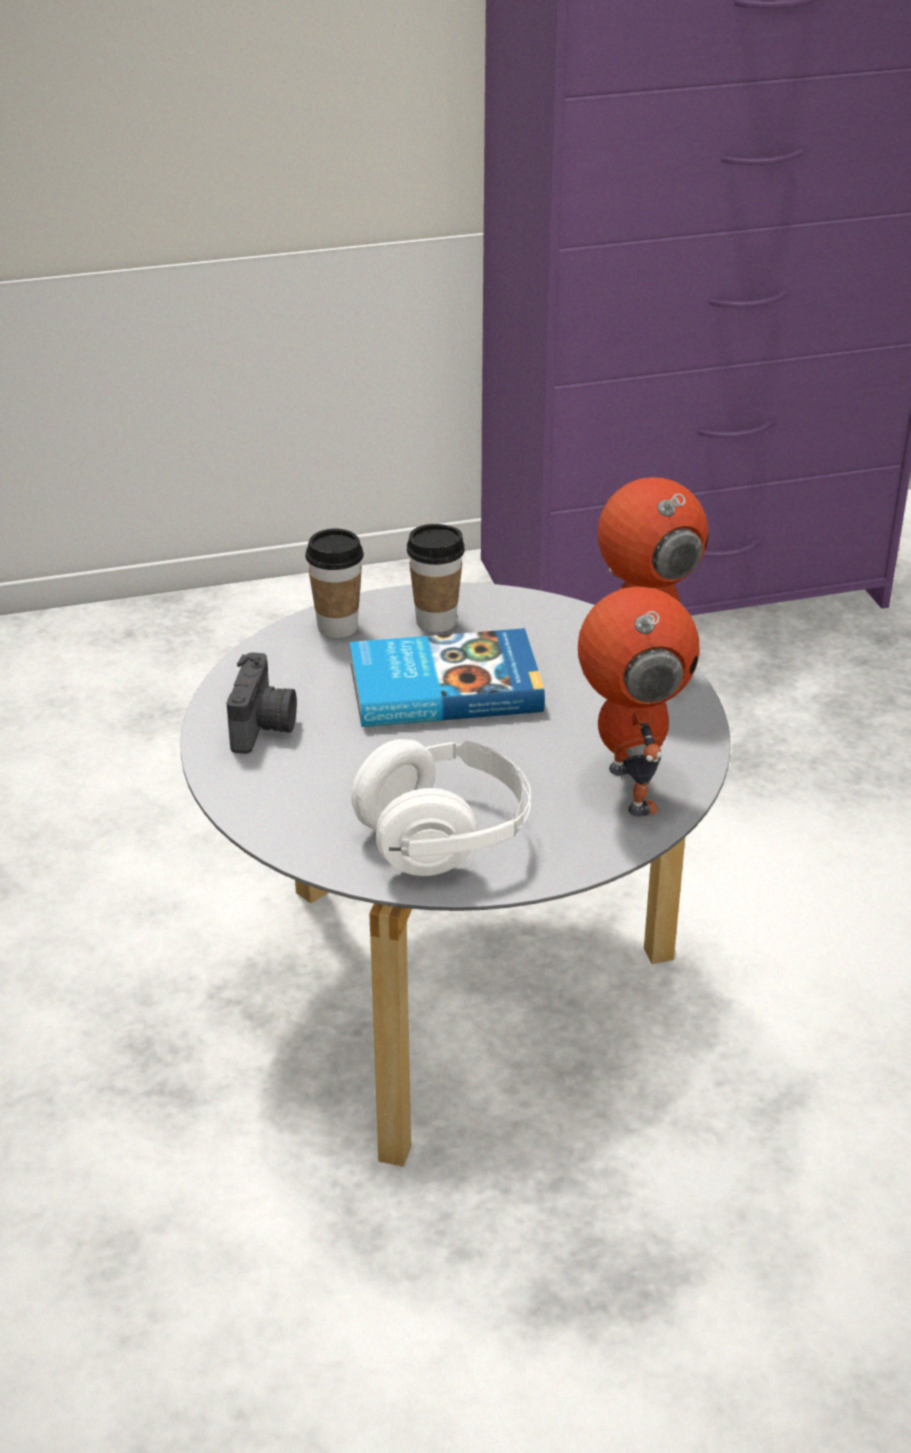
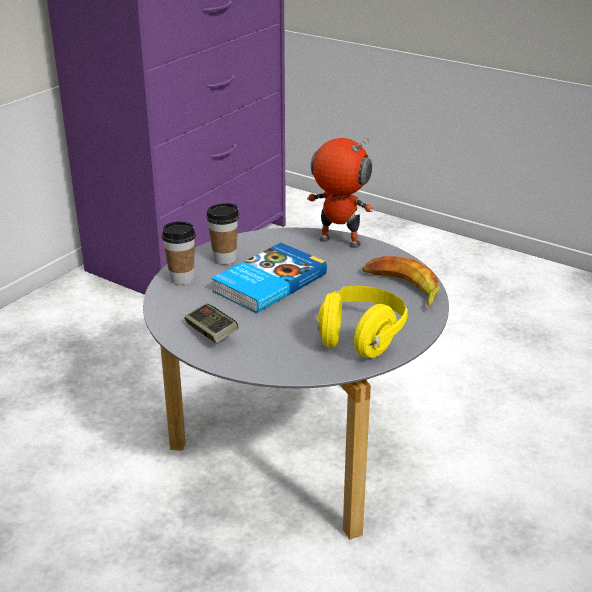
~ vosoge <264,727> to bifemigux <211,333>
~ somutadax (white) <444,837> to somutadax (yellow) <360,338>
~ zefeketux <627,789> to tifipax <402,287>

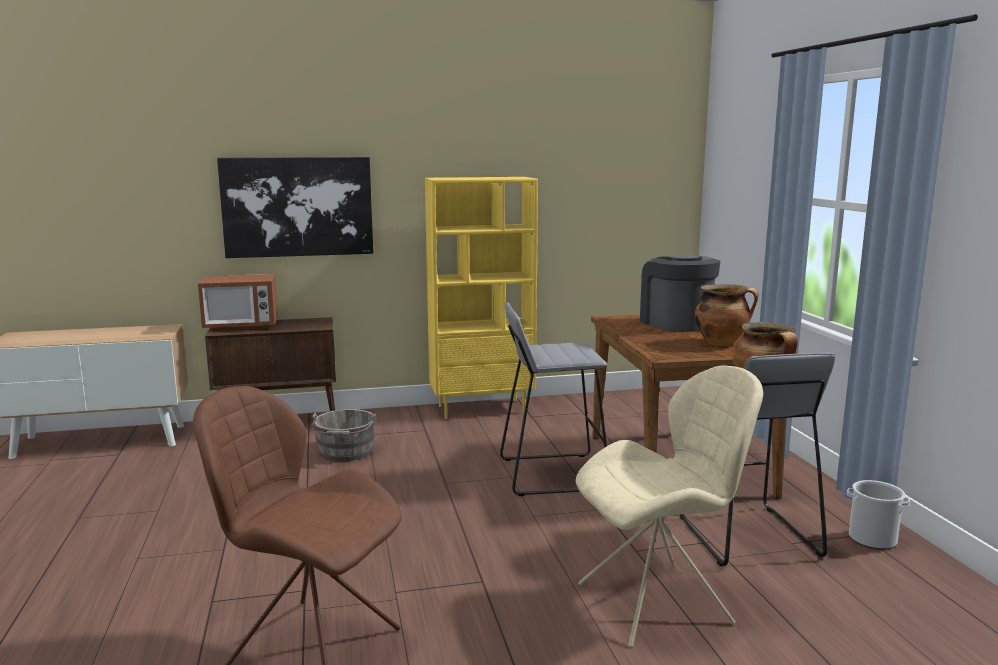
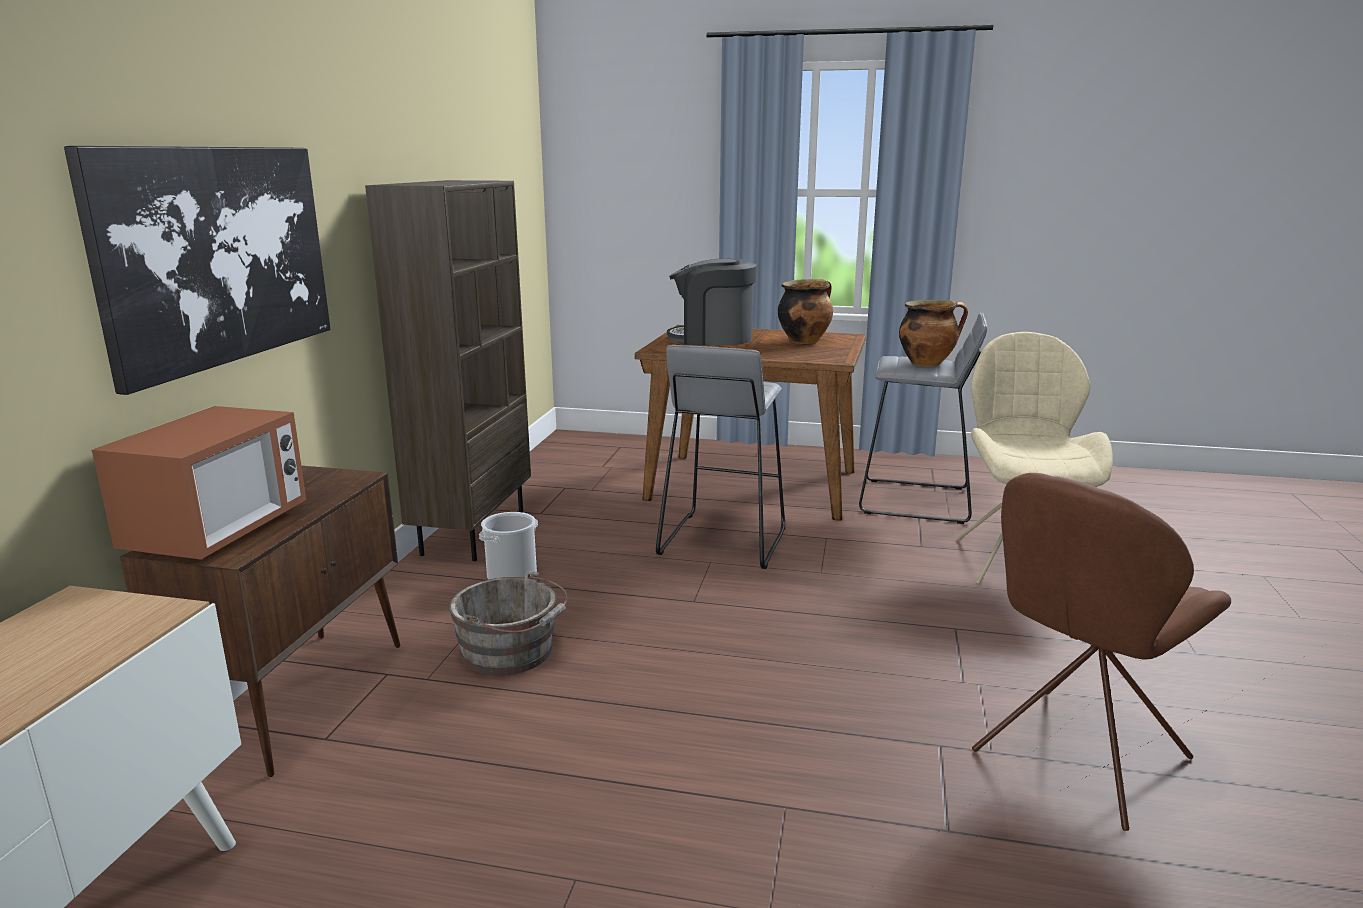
~ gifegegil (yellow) <482,409> to gifegegil (brown) <473,532>
~ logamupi <872,539> to <512,576>

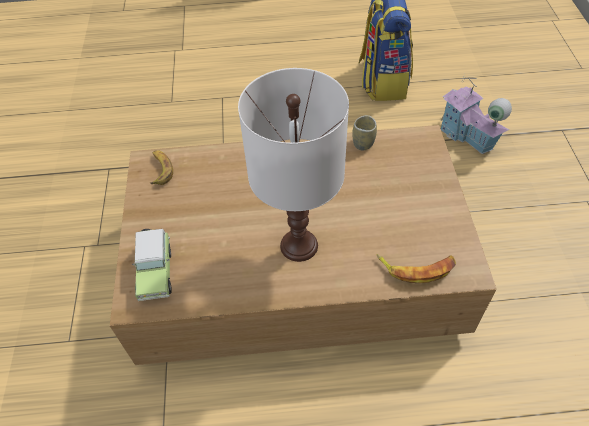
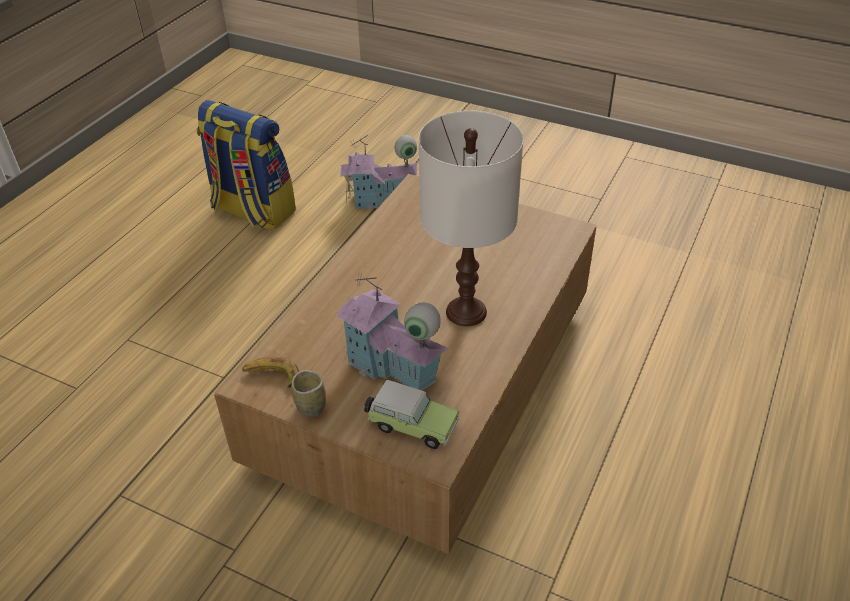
~ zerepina <363,143> to <311,407>
+ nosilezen <391,367>
- tifipax <417,268>

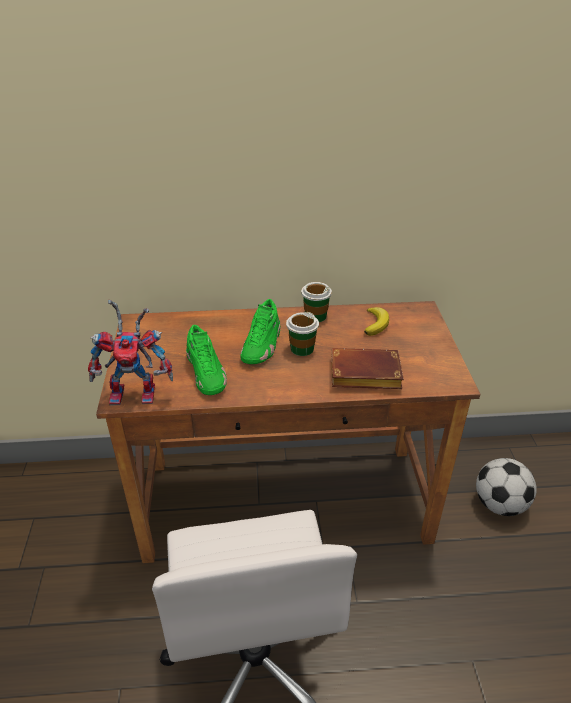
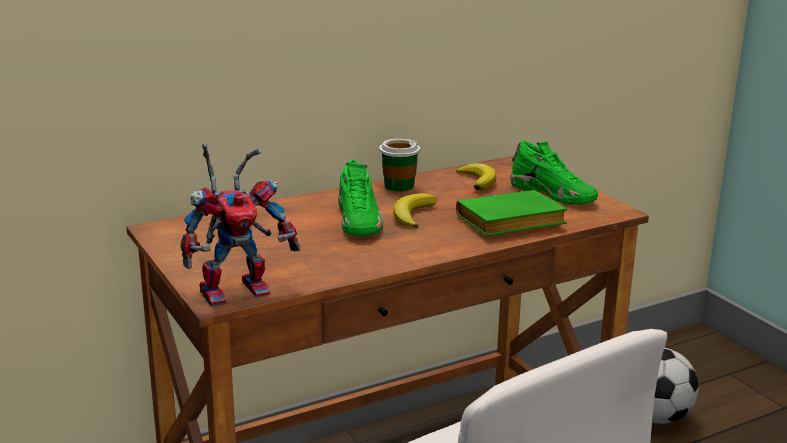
~ zerepina <302,349> to tifipax <412,215>
~ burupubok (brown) <363,375> to burupubok (green) <509,223>
~ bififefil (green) <206,373> to <553,193>

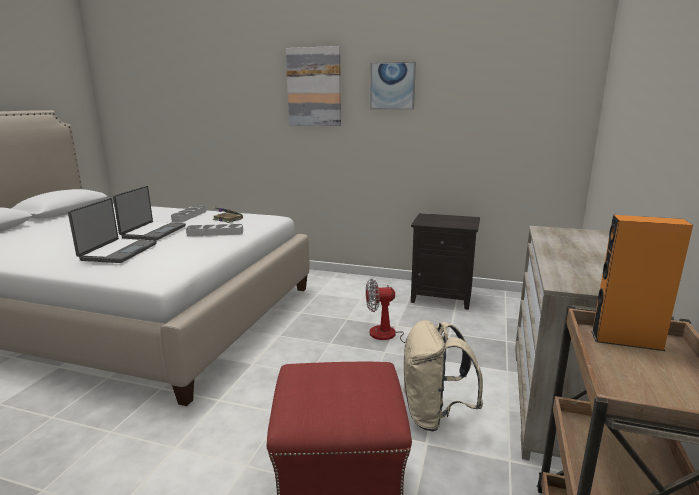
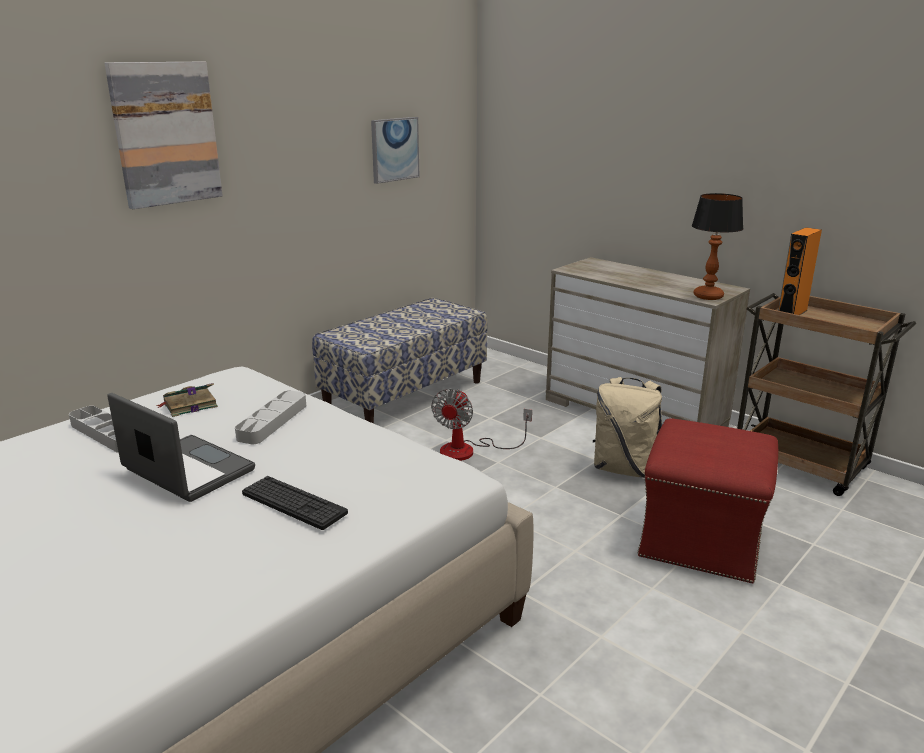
~ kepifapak <118,252> to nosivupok <294,503>
~ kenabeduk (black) <442,296> to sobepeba <405,395>
~ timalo <392,86> to <394,149>
+ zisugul <708,296>

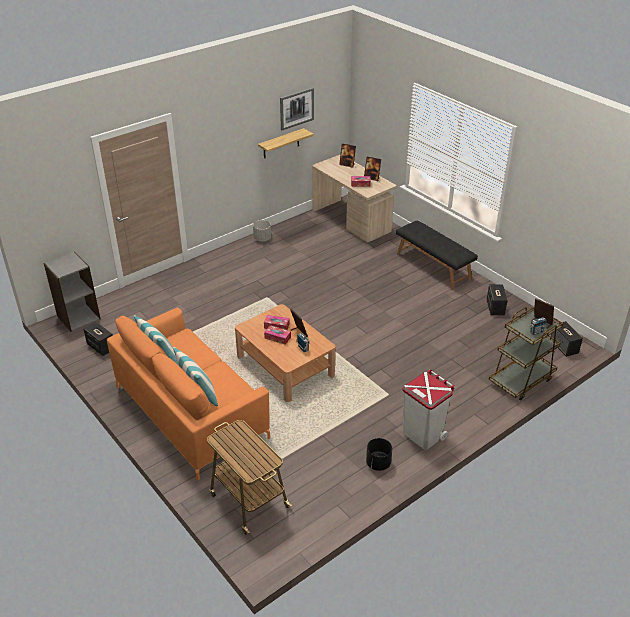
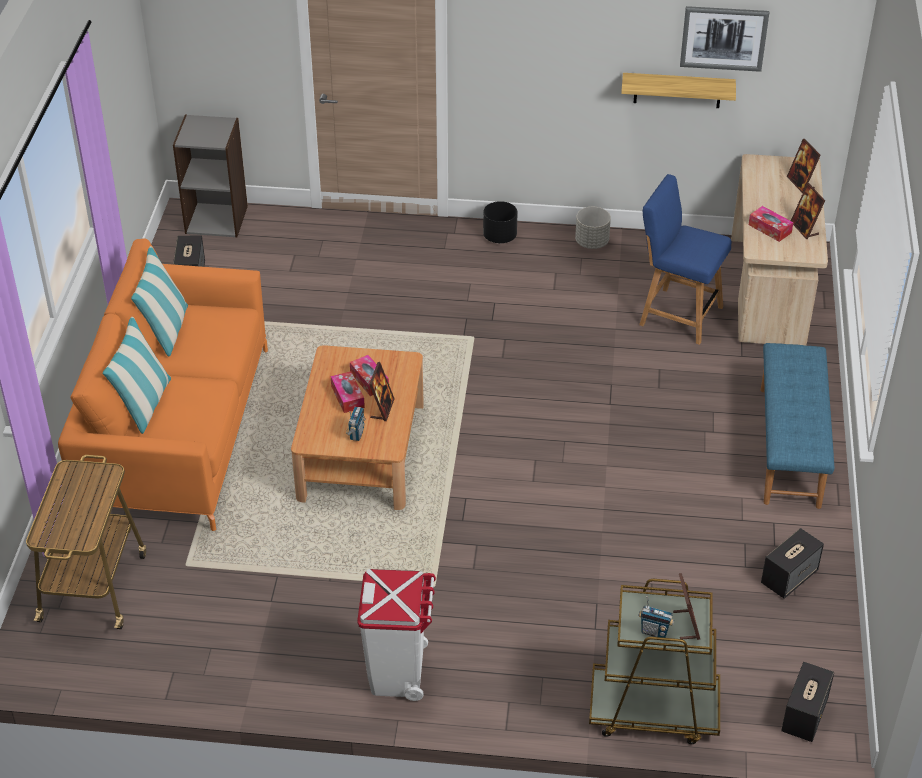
~ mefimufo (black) <378,463> to <499,237>
+ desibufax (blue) <677,314>
~ sobepeba (black) <433,266> to sobepeba (blue) <790,446>

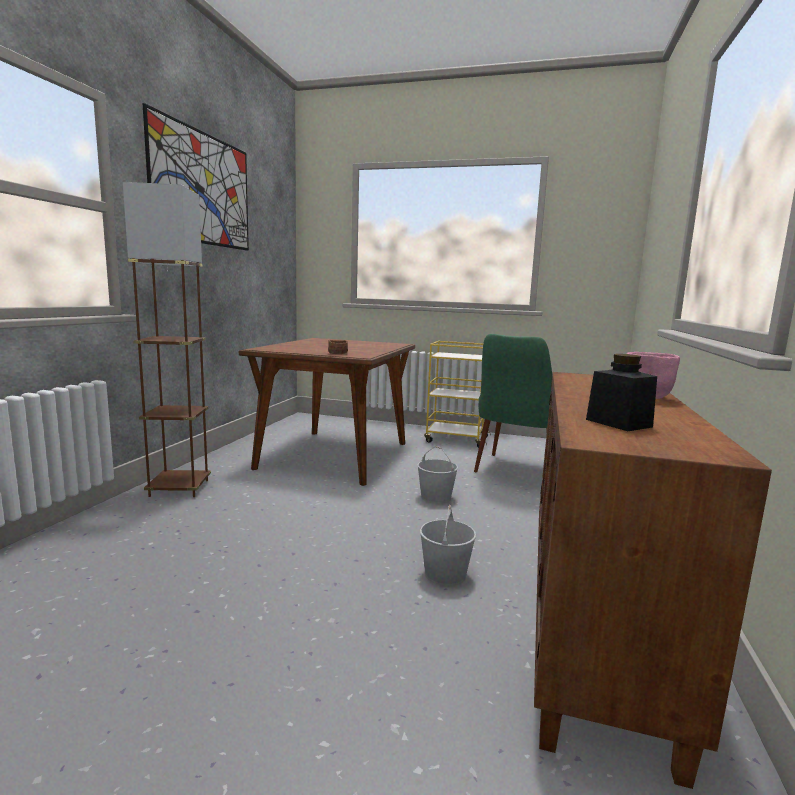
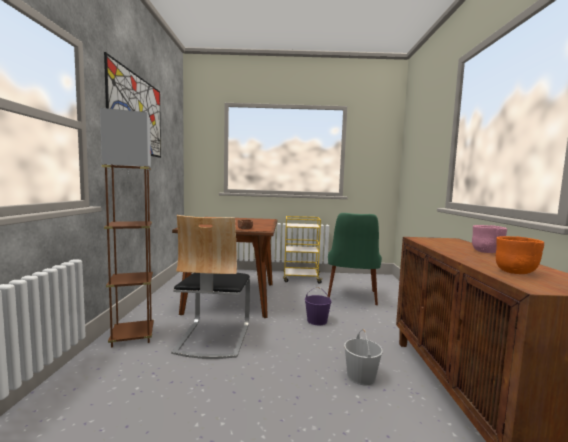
+ desibufax <213,337>
~ logamupi (white) <435,497> to logamupi (purple) <316,321>
~ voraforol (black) <618,423> to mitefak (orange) <516,272>

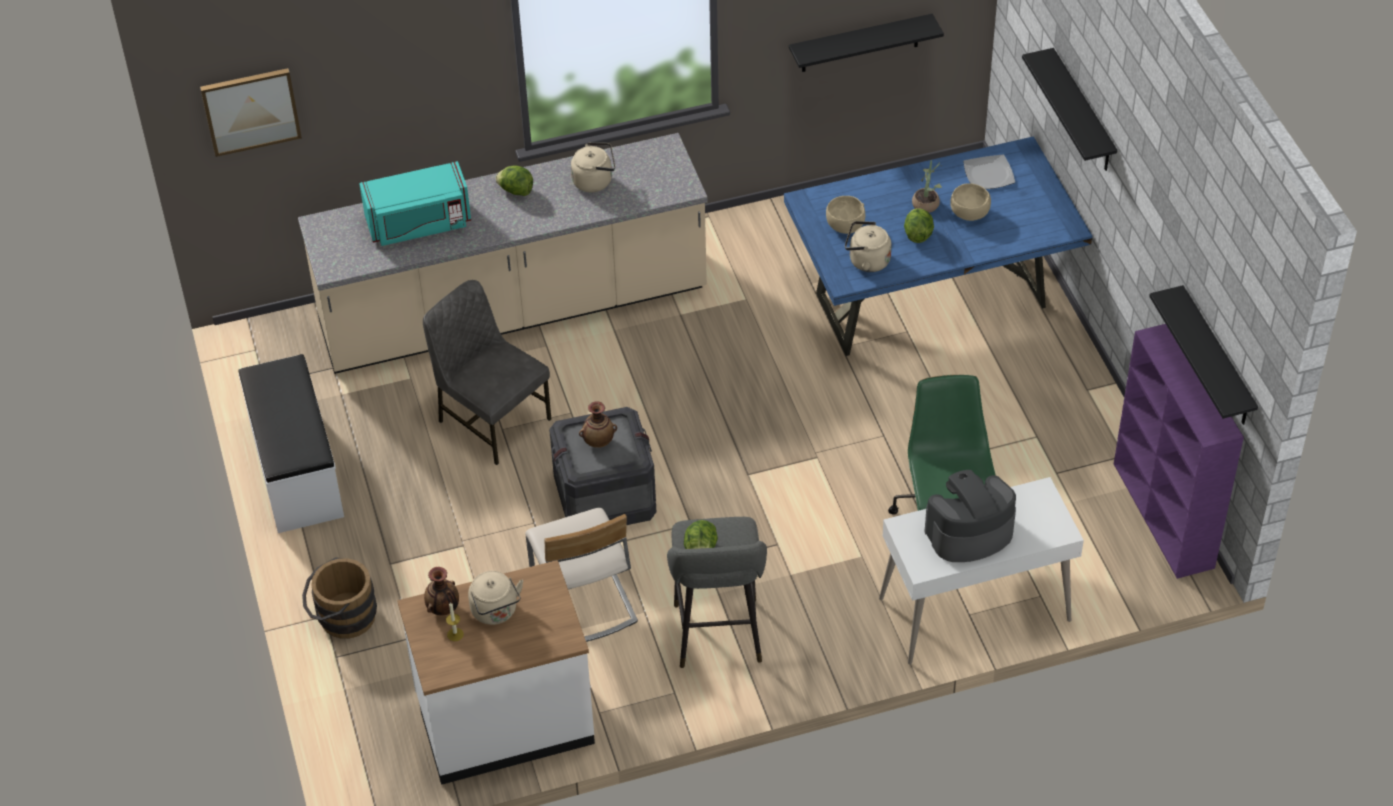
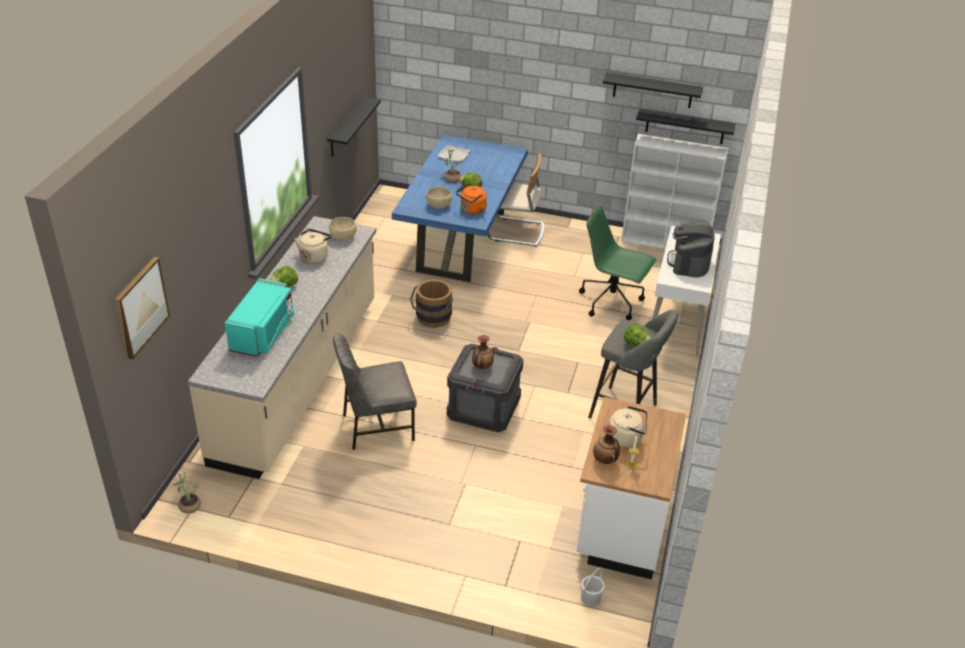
+ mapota <188,504>
~ mitefak (beige) <970,213> to <343,237>
~ logamupi (brown) <341,617> to <432,319>
~ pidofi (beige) <866,261> to pidofi (orange) <472,210>
~ desibufax (beige) <582,600> to <515,232>
+ logamupi (white) <590,598>
~ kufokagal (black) <1083,113> to <652,90>
~ gifegegil (purple) <1164,516> to gifegegil (white) <666,242>
- sobepeba (white) <295,470>

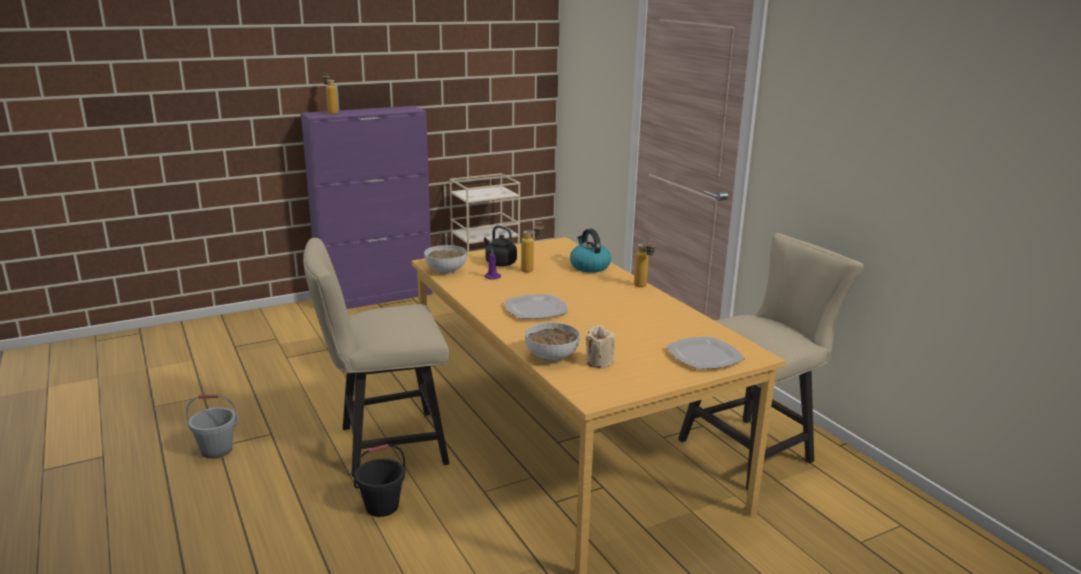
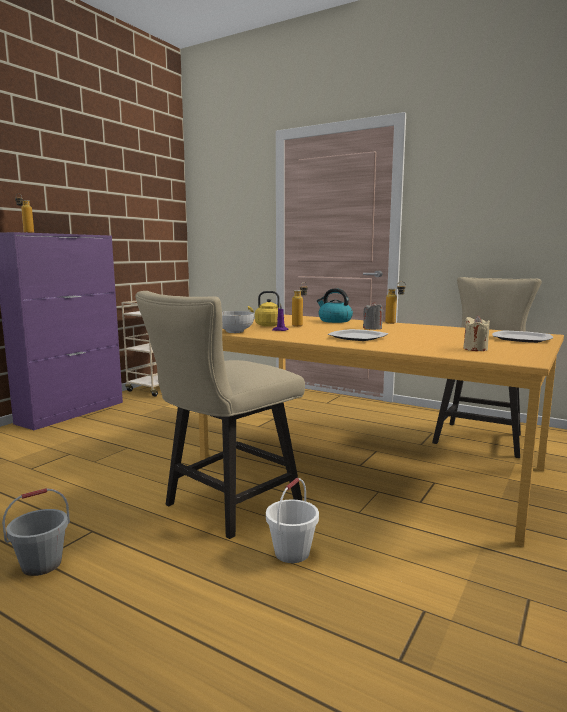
~ pidofi (black) <499,263> to pidofi (yellow) <267,325>
~ logamupi (black) <382,506> to logamupi (white) <291,552>
+ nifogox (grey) <372,328>
- mitefak <552,357>

